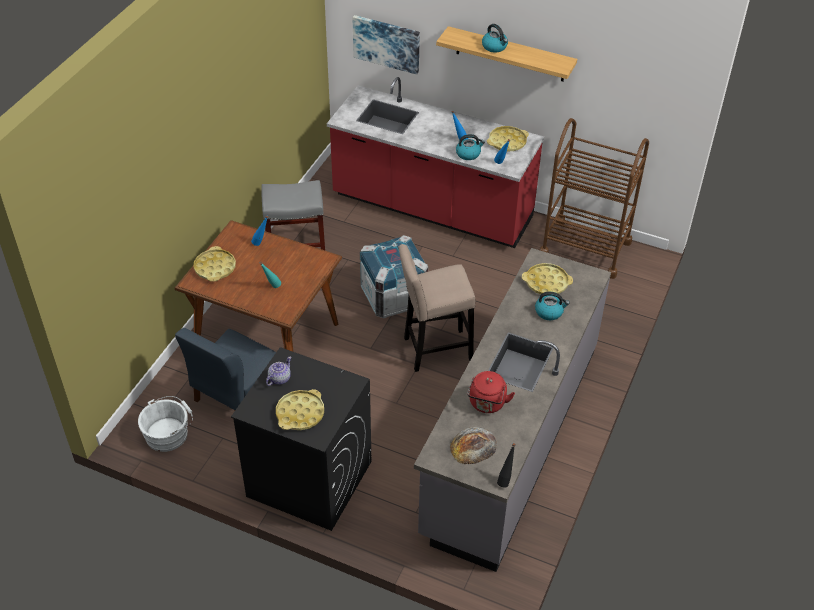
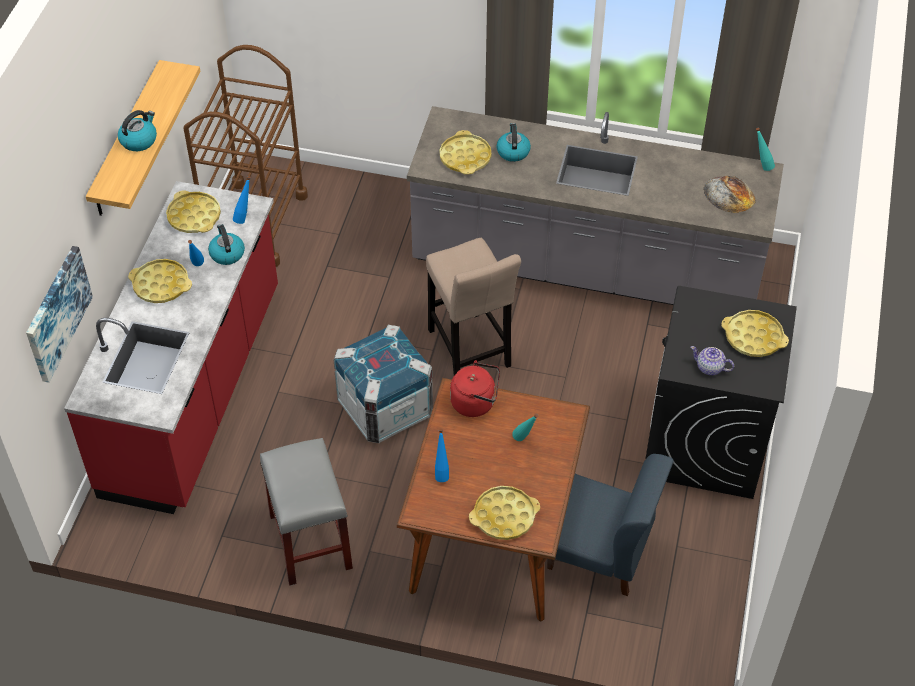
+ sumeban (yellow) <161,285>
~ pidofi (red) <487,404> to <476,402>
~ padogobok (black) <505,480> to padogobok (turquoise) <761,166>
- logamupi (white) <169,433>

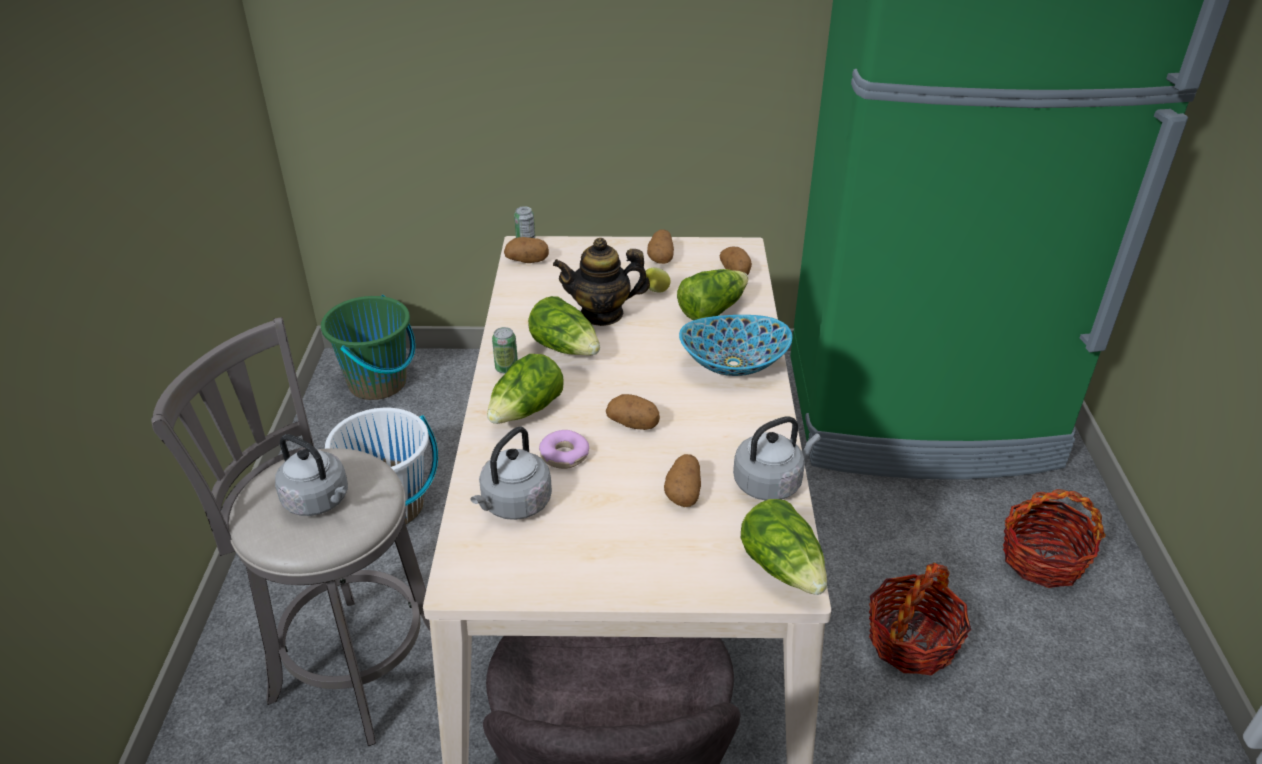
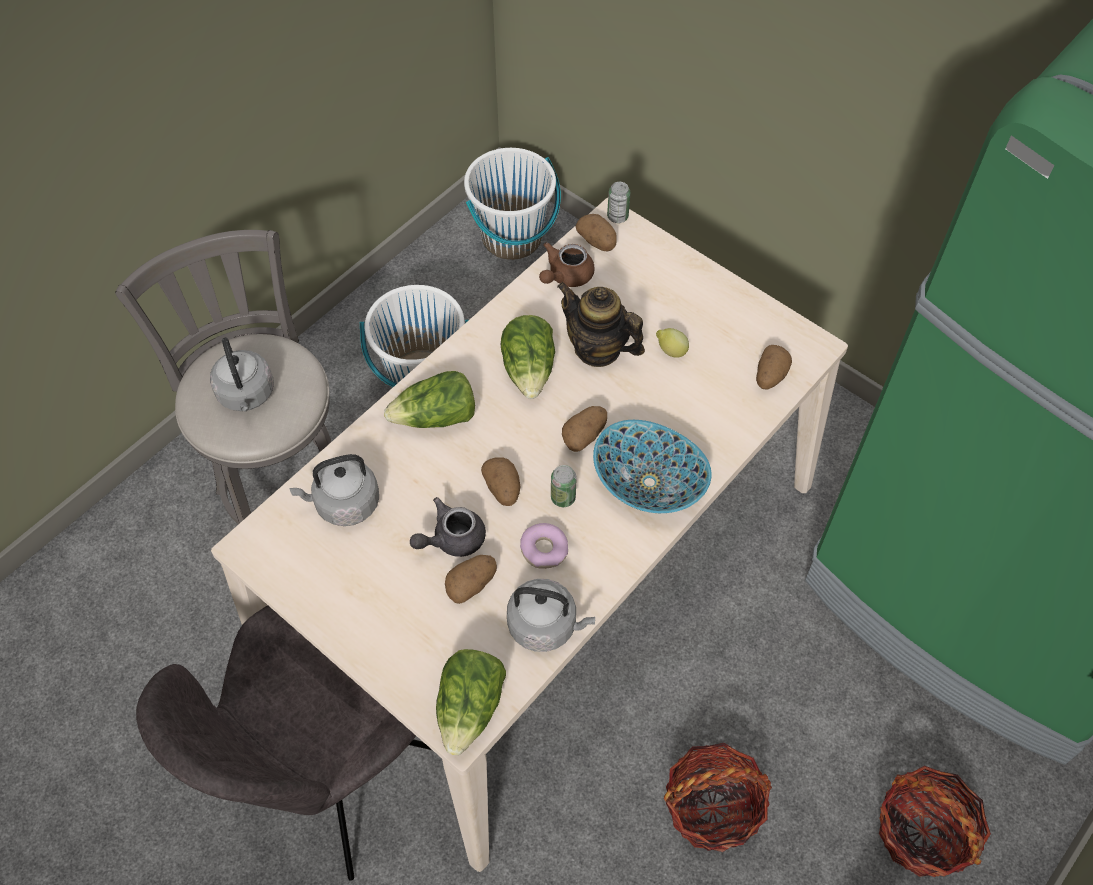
+ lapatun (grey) <451,539>
~ logamupi (green) <378,383> to logamupi (white) <512,238>
~ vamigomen <564,455> to <544,550>
+ lapatun (brown) <565,276>
~ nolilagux <506,368> to <563,498>
~ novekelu <661,258> to <584,435>
- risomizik <711,310>

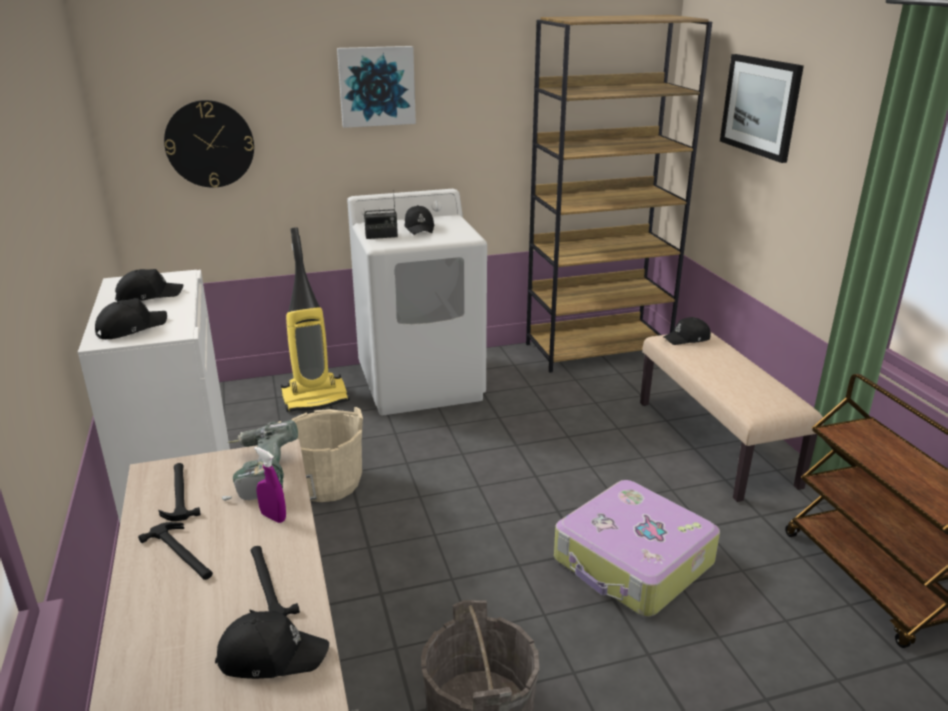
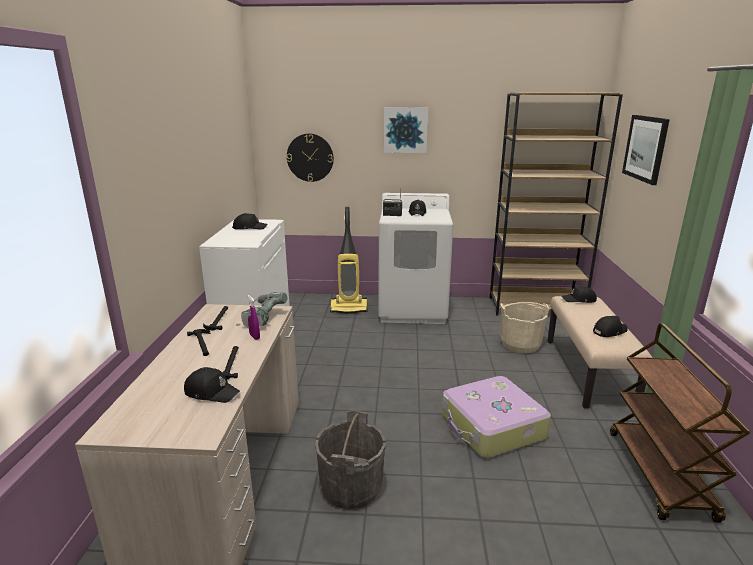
~ logamupi (beige) <327,483> to <520,344>
~ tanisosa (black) <131,328> to <609,331>

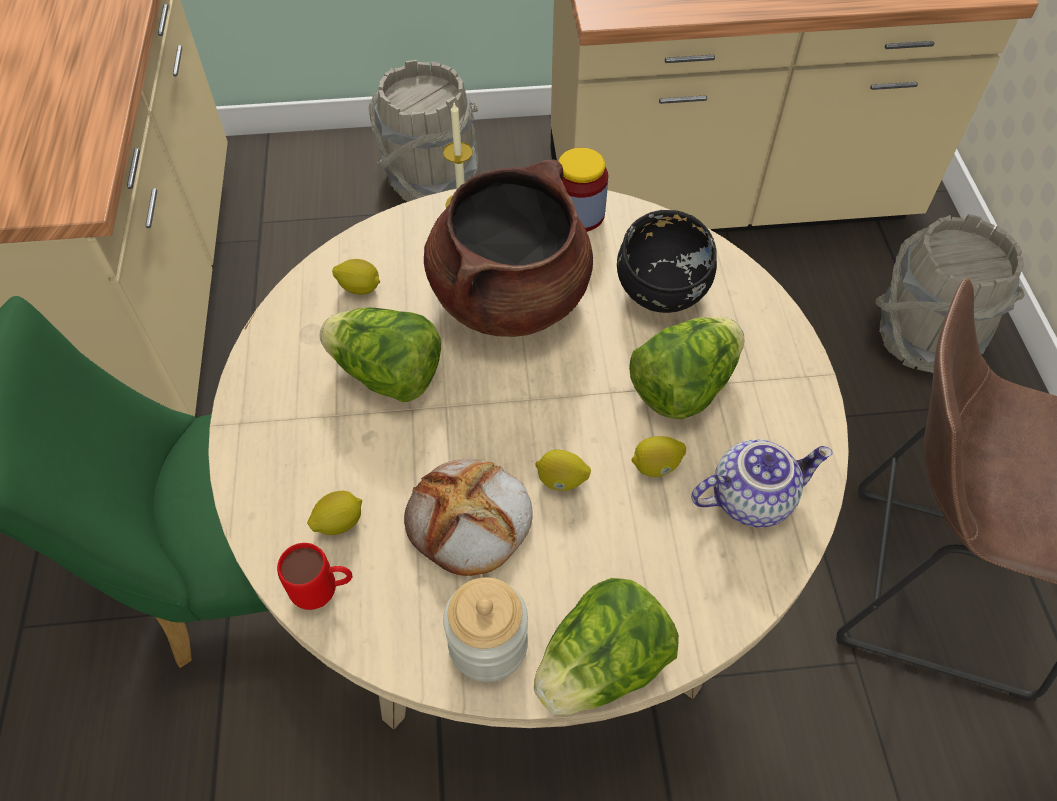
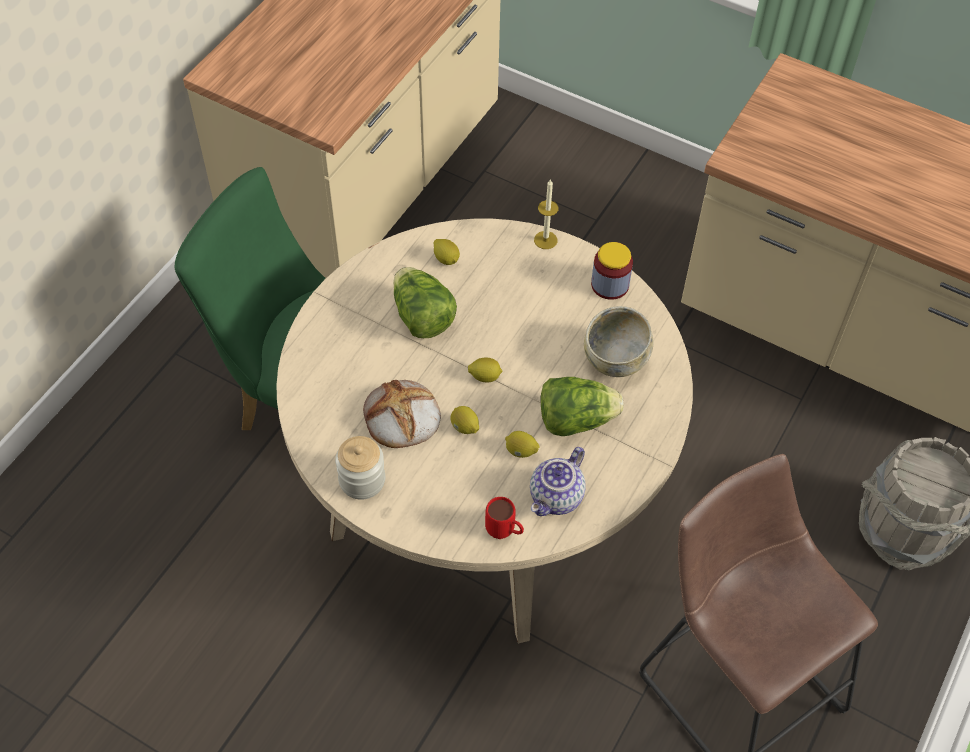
~ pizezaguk <339,522> to <485,376>
~ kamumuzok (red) <325,593> to <504,533>
~ lapatun <751,497> = <557,498> 105 degrees clockwise
~ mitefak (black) <661,291> to mitefak (beige) <616,359>
- logamupi (grey) <431,179>
- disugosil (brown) <510,296>
- risomizik <602,666>

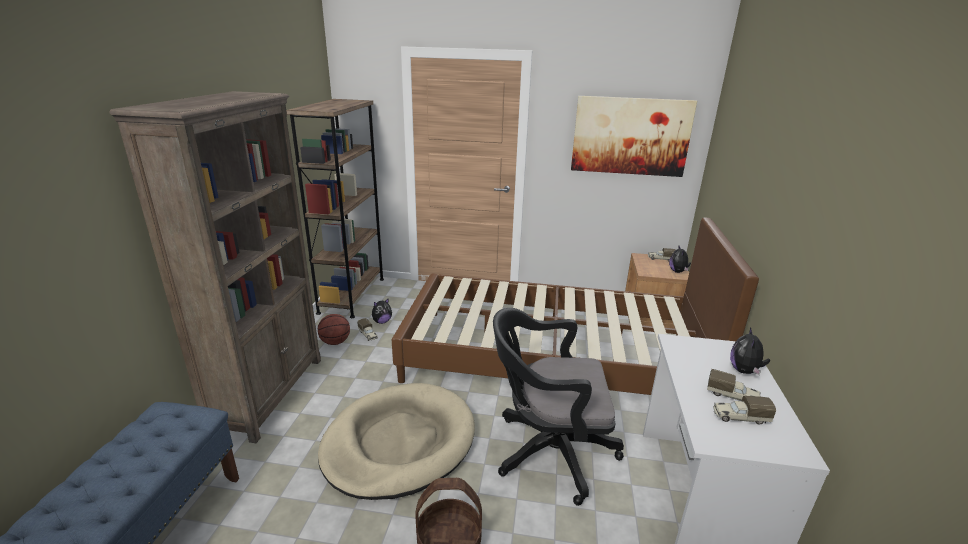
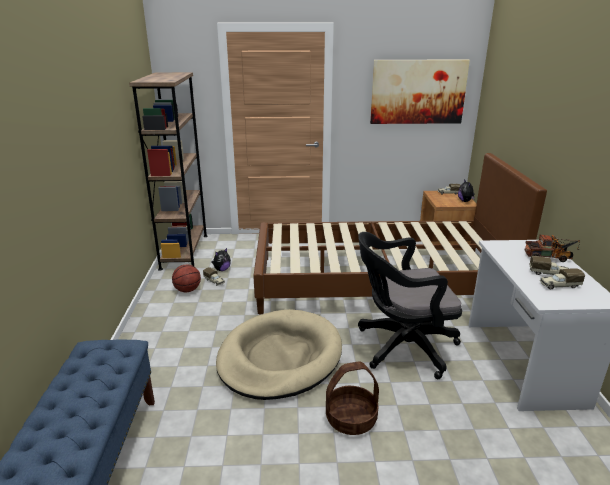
~ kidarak <744,371> to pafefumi <550,257>
- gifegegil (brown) <270,393>

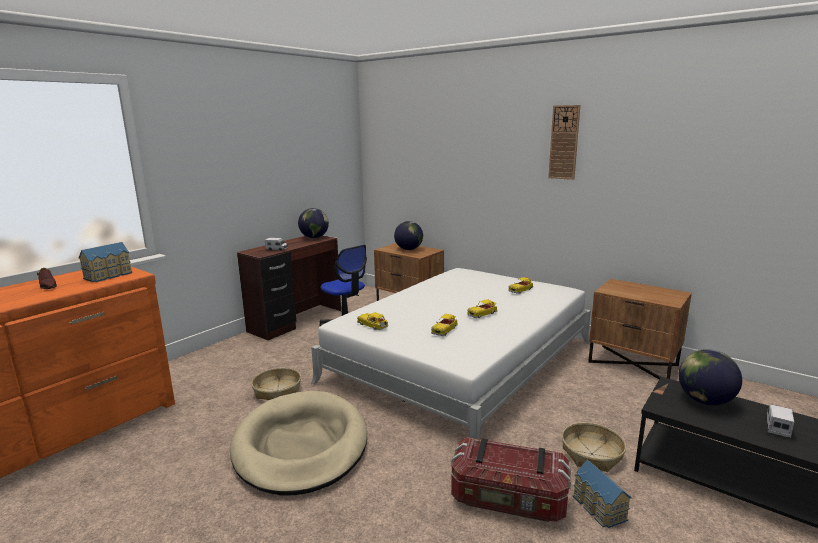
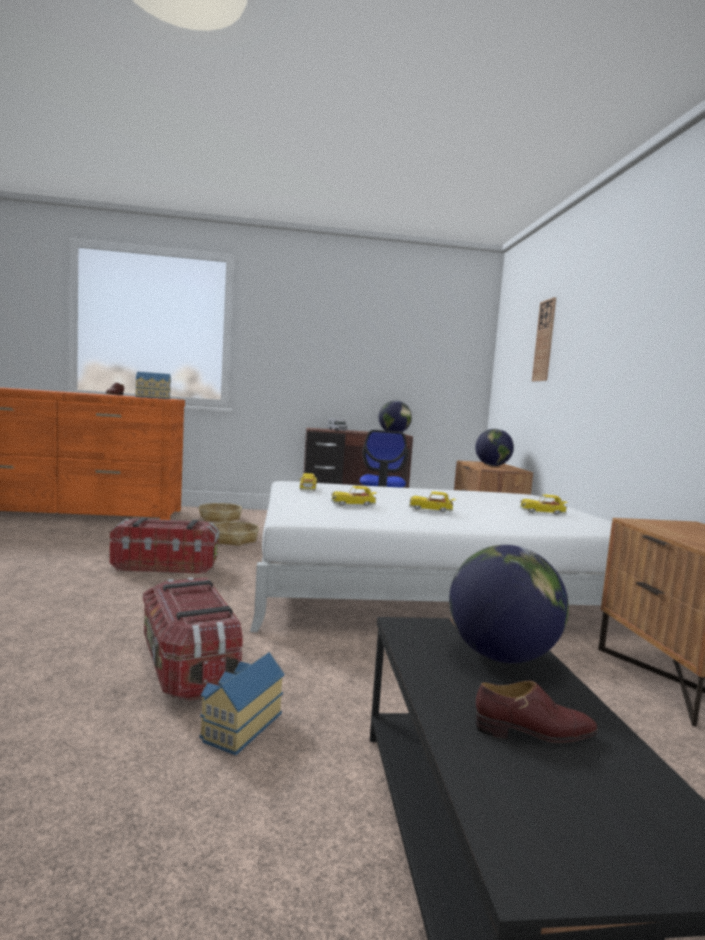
~ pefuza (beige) <301,446> to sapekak <166,565>
~ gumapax <591,454> to <220,518>
~ pafefumi <777,427> to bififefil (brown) <534,732>
~ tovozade <564,142> to <544,340>

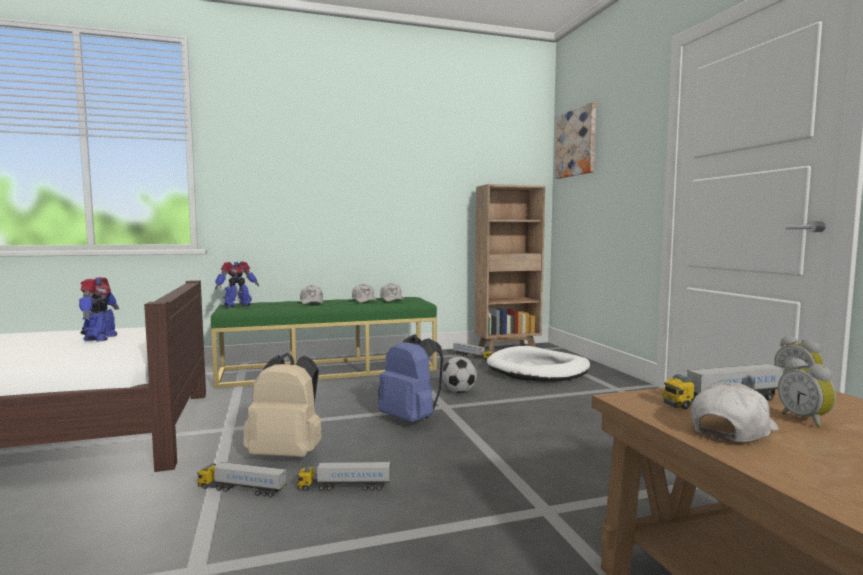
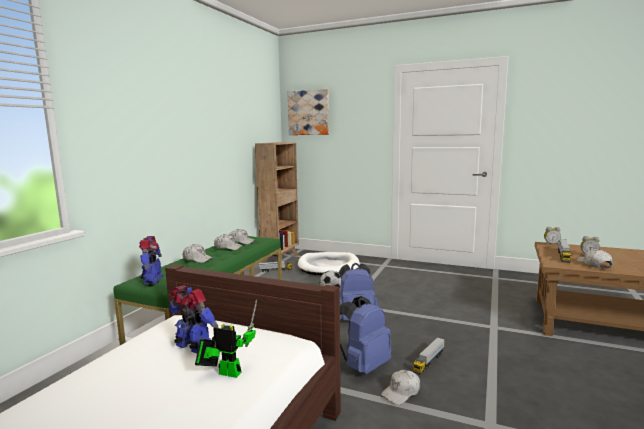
+ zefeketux <226,372>
~ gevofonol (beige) <288,454> to gevofonol (blue) <363,366>
~ pafefumi <241,490> to tanisosa (white) <401,392>

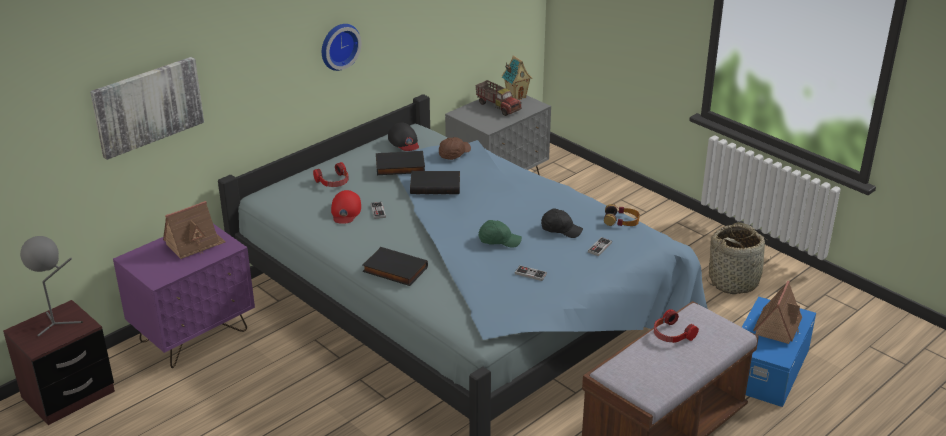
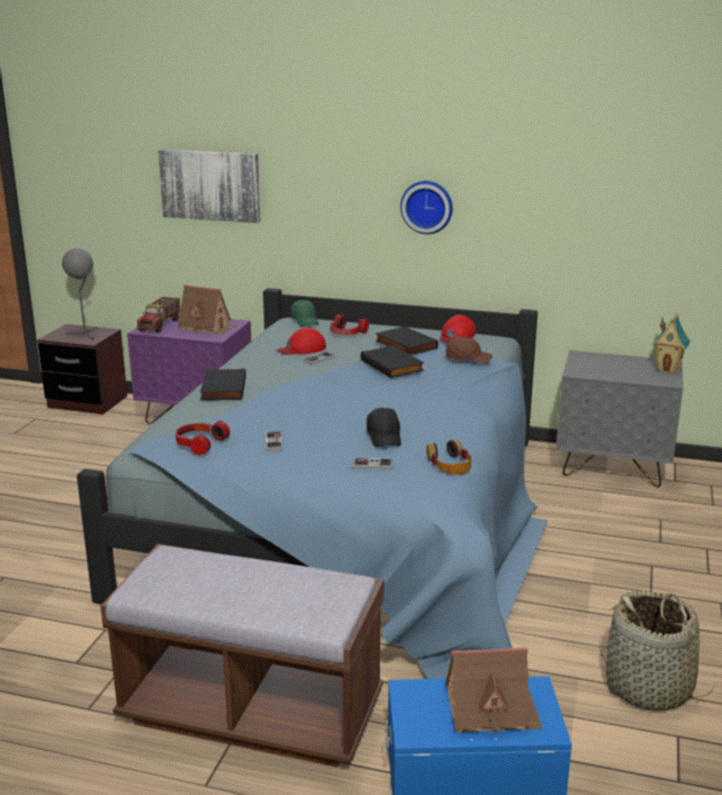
~ pafefumi <498,106> to <160,325>
~ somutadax <671,335> to <199,444>
~ tanisosa (green) <499,240> to <305,321>
~ tanisosa (black) <404,141> to tanisosa (red) <456,336>

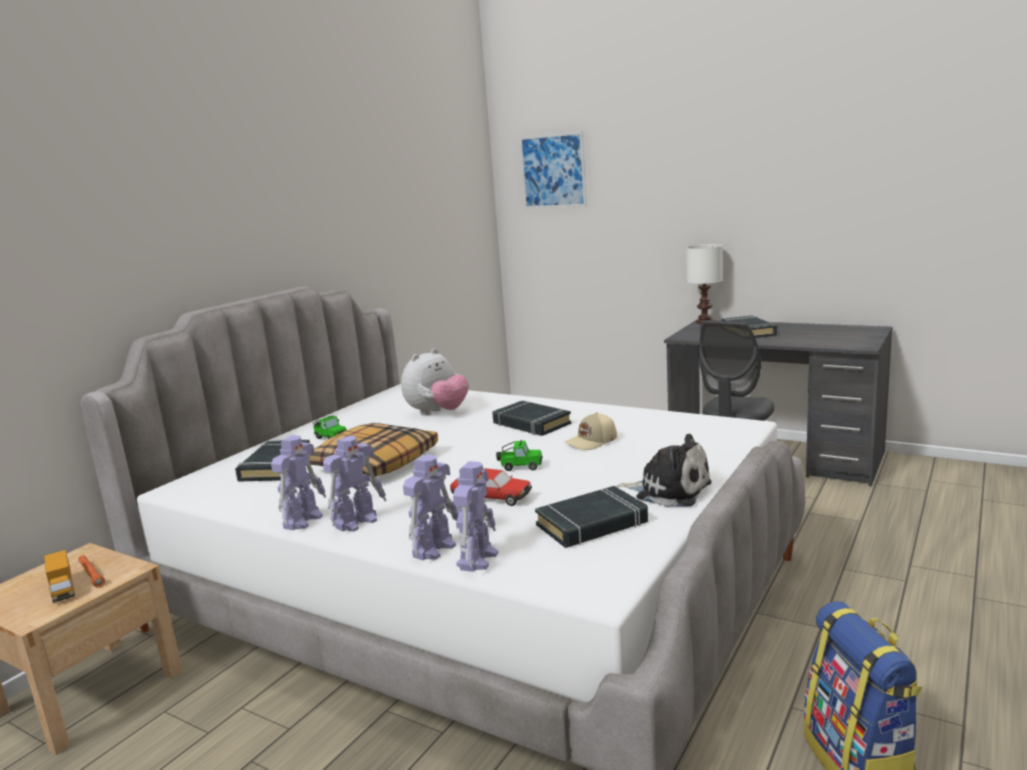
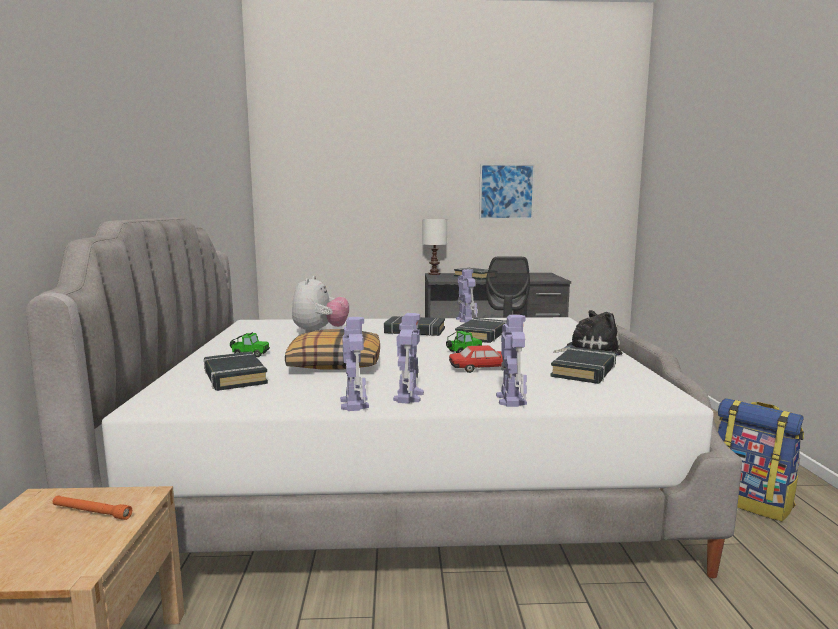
~ tanisosa (beige) <592,442> to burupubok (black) <482,335>
~ zefeketux <478,558> to <465,320>
~ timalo <553,171> to <506,191>
- pafefumi <63,590>

